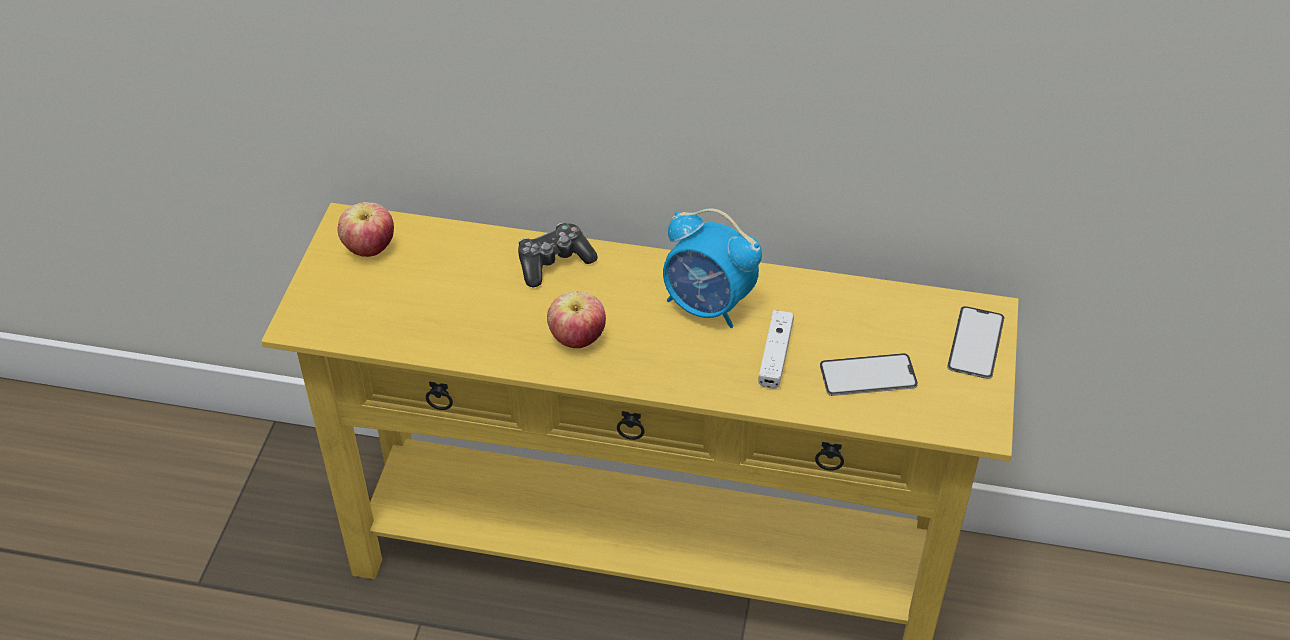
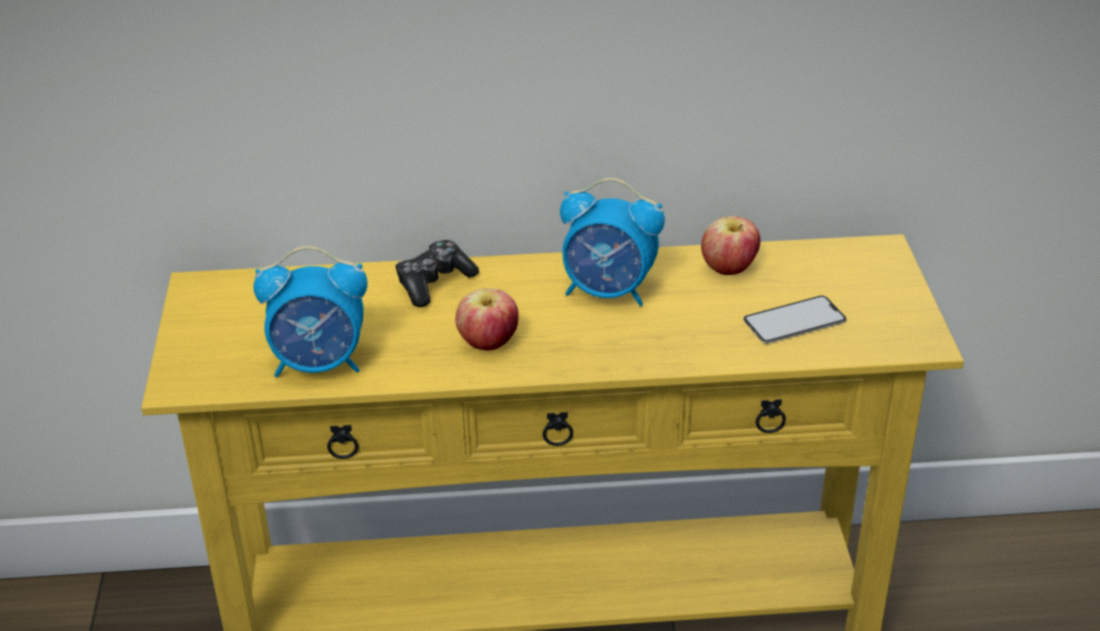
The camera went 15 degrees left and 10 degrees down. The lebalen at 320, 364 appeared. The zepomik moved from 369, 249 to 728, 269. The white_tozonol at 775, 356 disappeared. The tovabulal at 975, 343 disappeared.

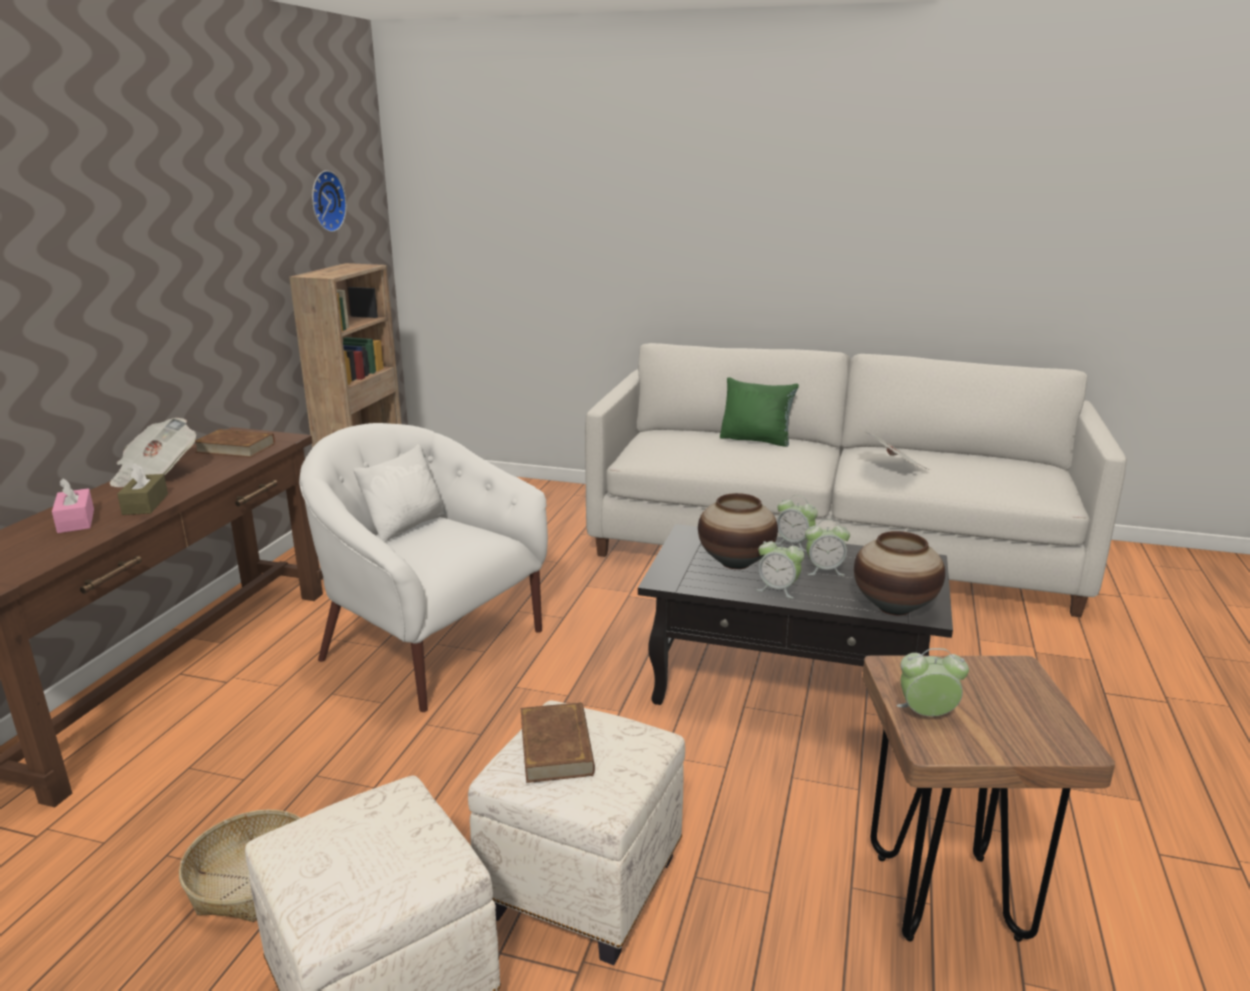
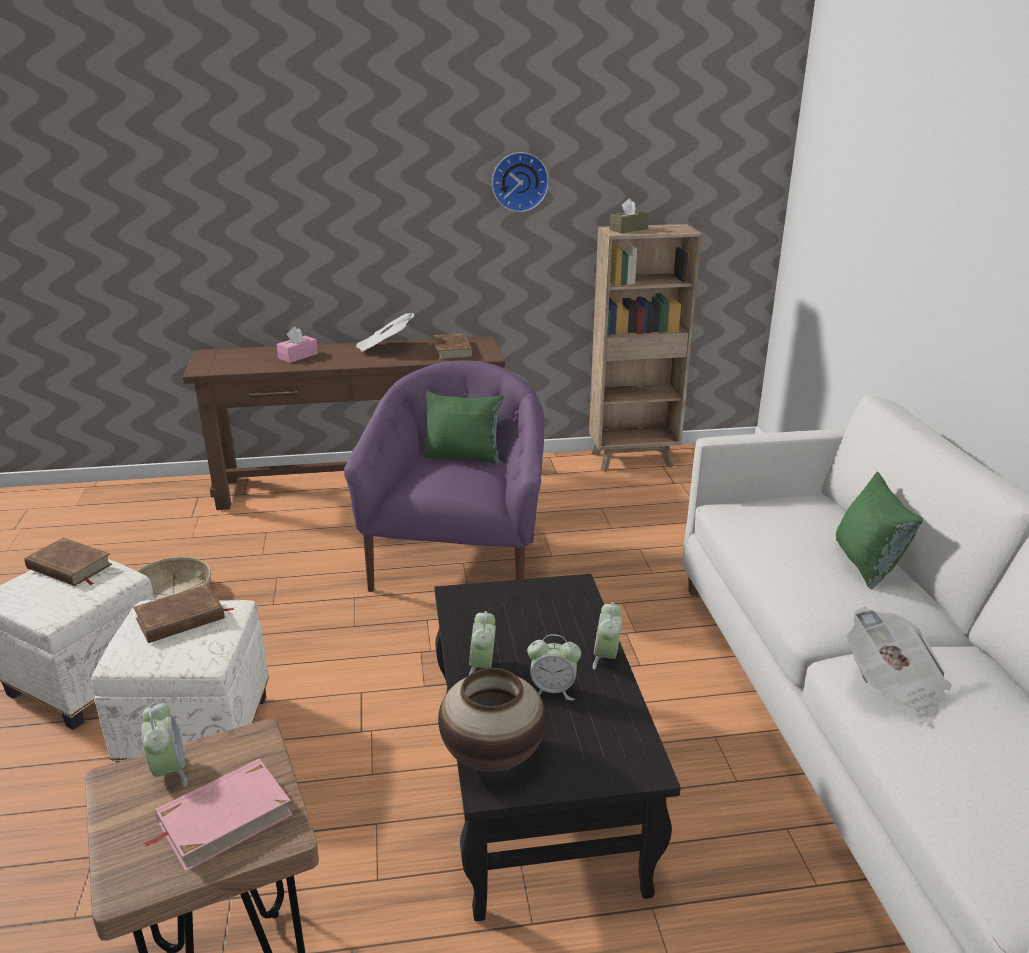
The camera went 65 degrees right and 5 degrees up. The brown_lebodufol at 69, 567 appeared. The pink_lebodufol at 224, 818 appeared. The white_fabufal at 429, 645 became the purple_fabufal at 458, 560. The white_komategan at 406, 526 became the green_komategan at 463, 456. The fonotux moved from 325, 201 to 519, 181. The lebalen at 824, 570 turned 60 degrees counterclockwise. The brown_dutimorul moved from 145, 504 to 628, 229. The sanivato at 736, 563 disappeared.

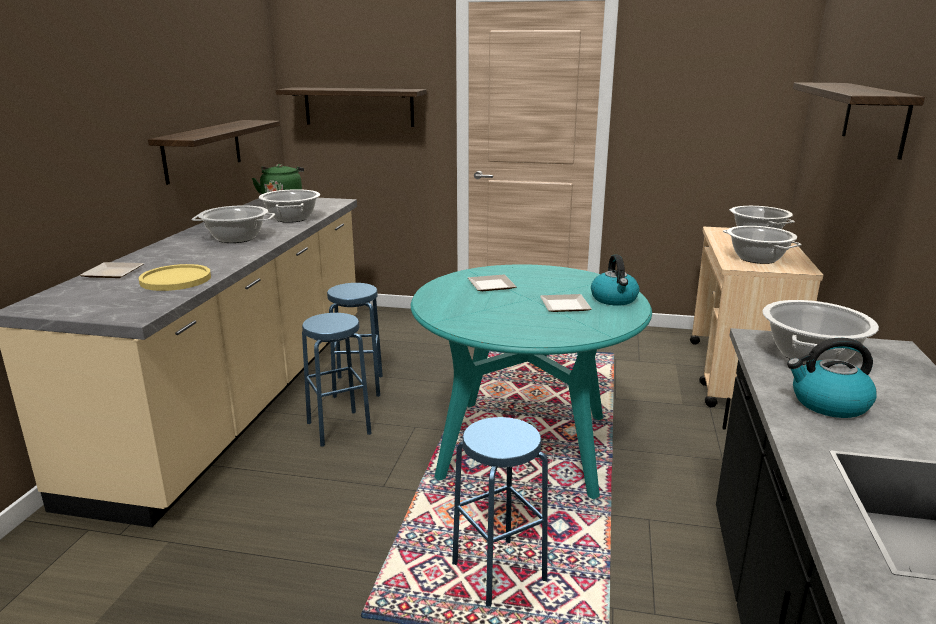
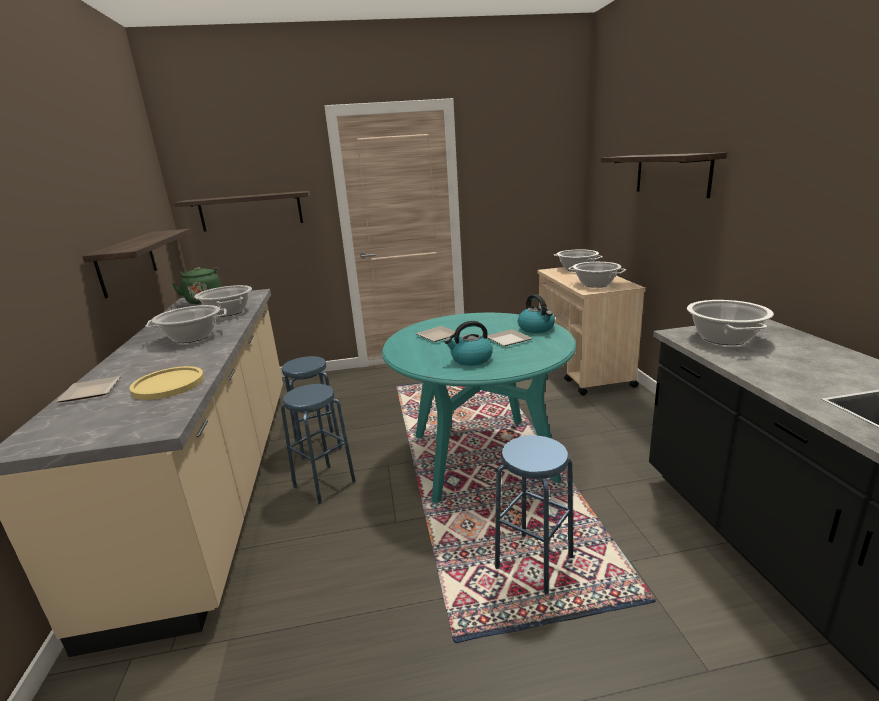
The camera went 20 degrees left and 0 degrees up. The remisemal moved from 828, 404 to 471, 359.

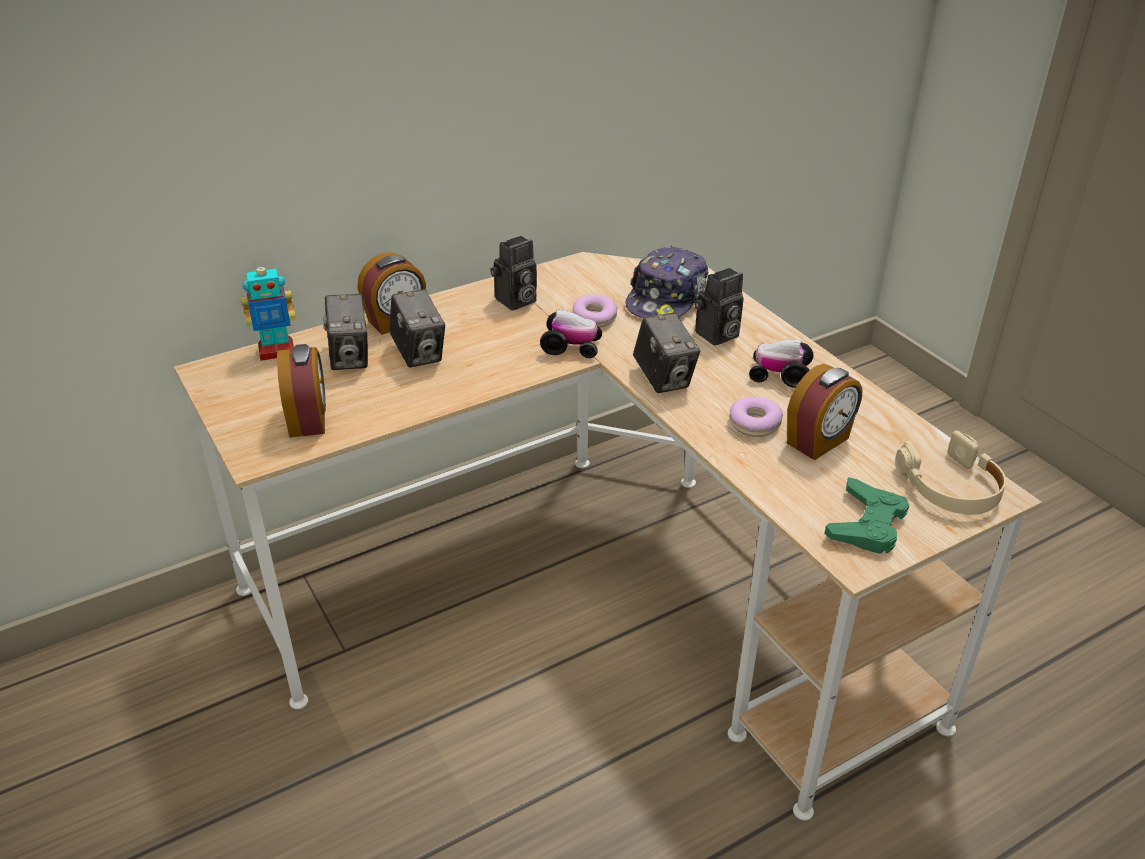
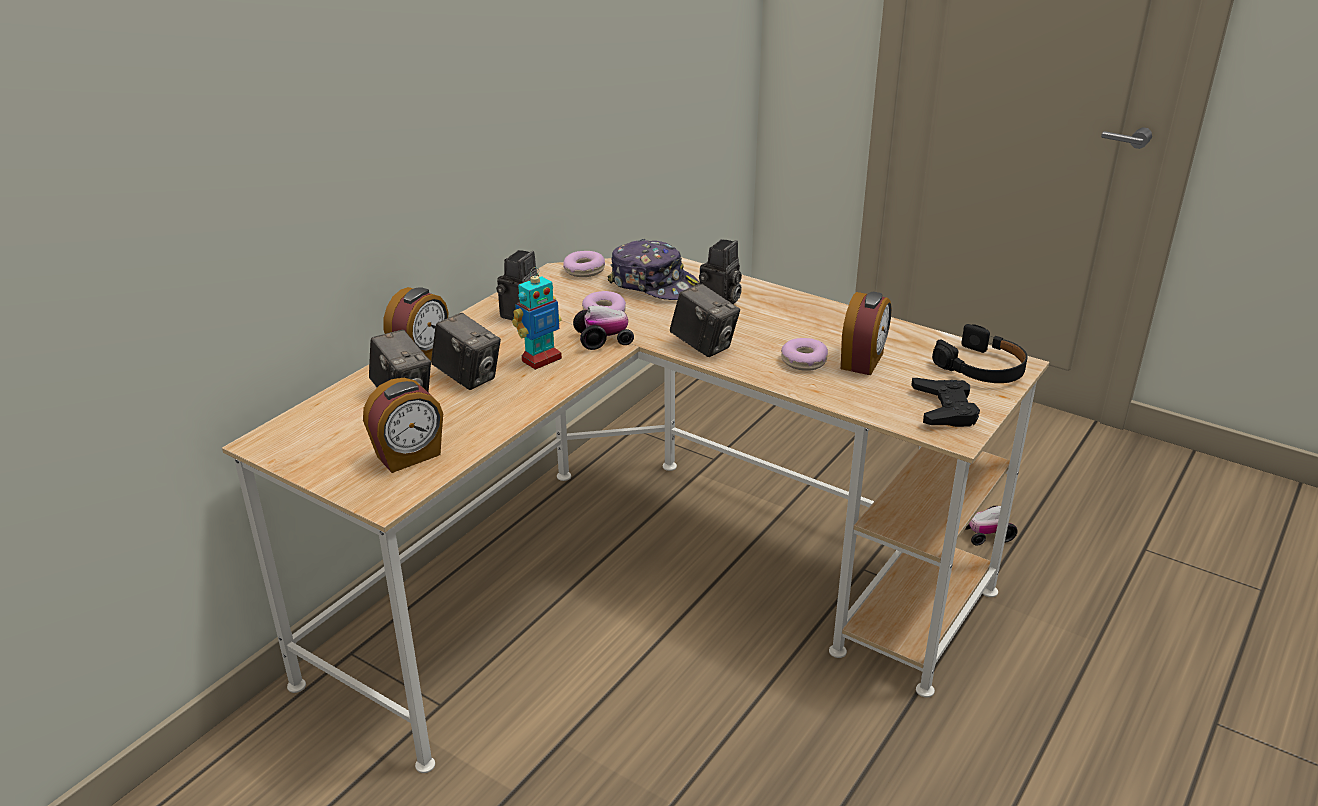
The camera went 25 degrees left and 5 degrees down. The lebalen at 309, 420 turned 90 degrees clockwise. The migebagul moved from 277, 351 to 541, 359. The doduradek at 584, 270 appeared. The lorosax at 667, 298 turned 60 degrees counterclockwise. The green_tozonol at 867, 524 became the black_tozonol at 944, 409. The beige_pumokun at 951, 487 became the black_pumokun at 982, 368. The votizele moved from 779, 375 to 987, 535.

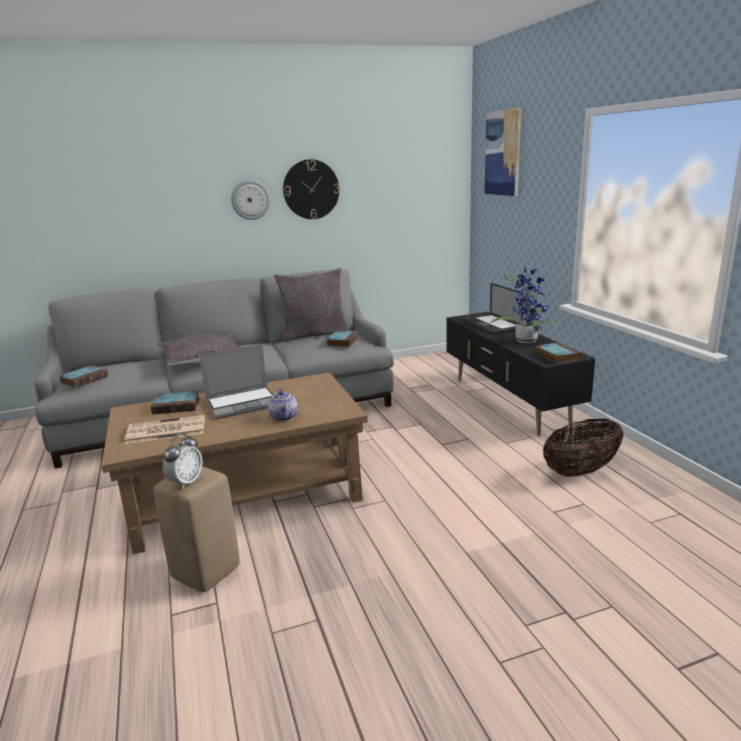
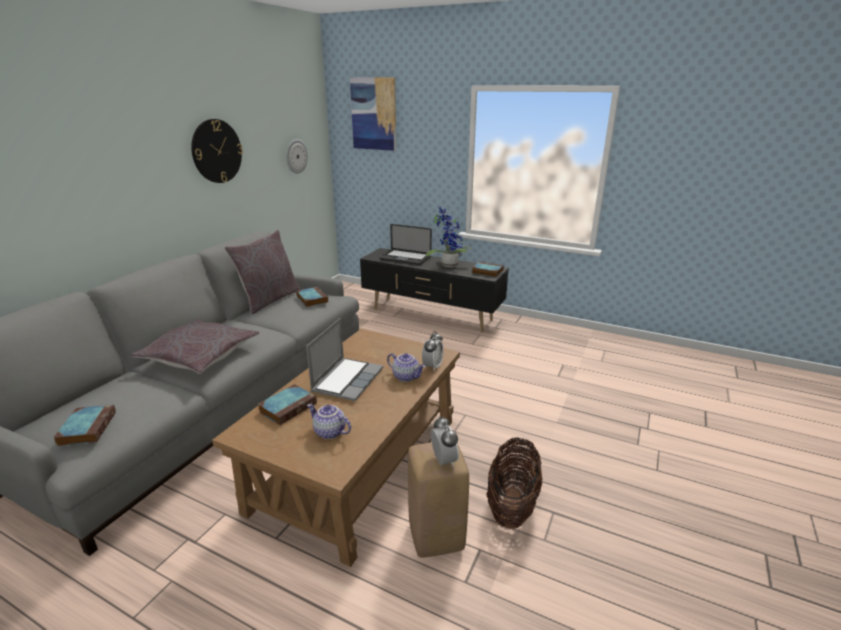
The camera went 45 degrees left and 5 degrees up. The fonotux moved from 250, 199 to 296, 156. The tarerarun at 165, 430 was replaced by the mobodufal at 329, 432. The lebalen at 432, 366 appeared. The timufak moved from 581, 471 to 512, 504.

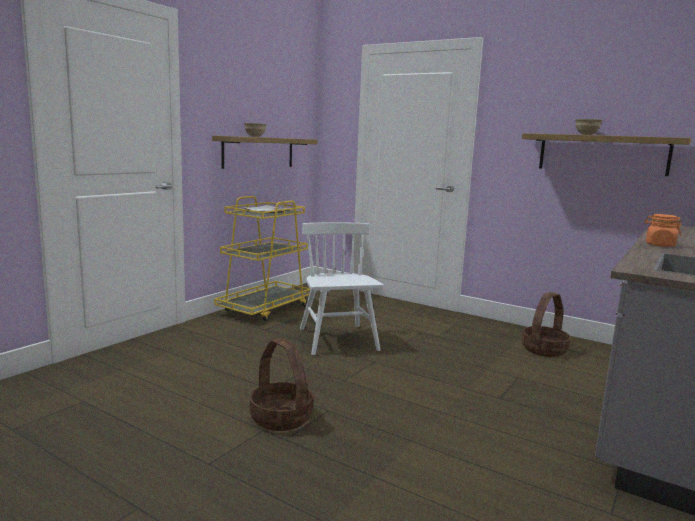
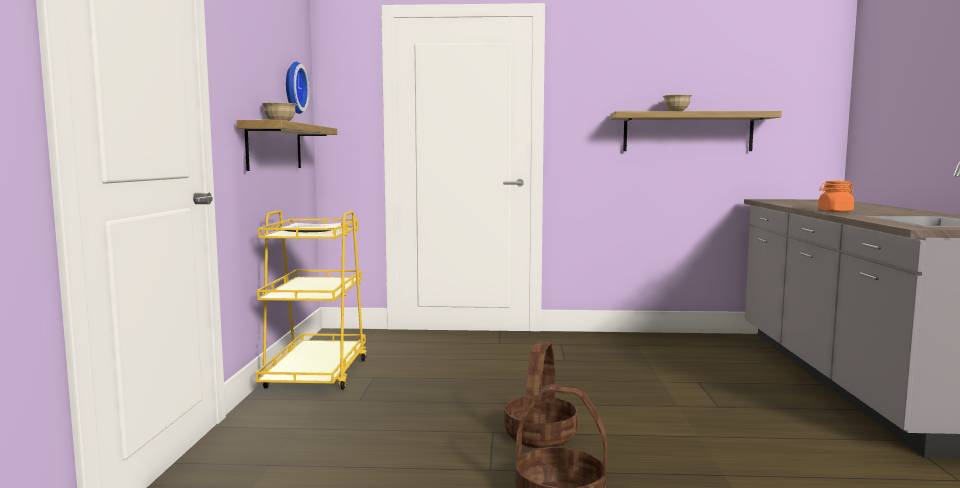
The camera went 30 degrees left and 5 degrees down. The fonotux at 293, 87 appeared. The timufak moved from 544, 350 to 541, 436. The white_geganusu at 338, 340 disappeared.

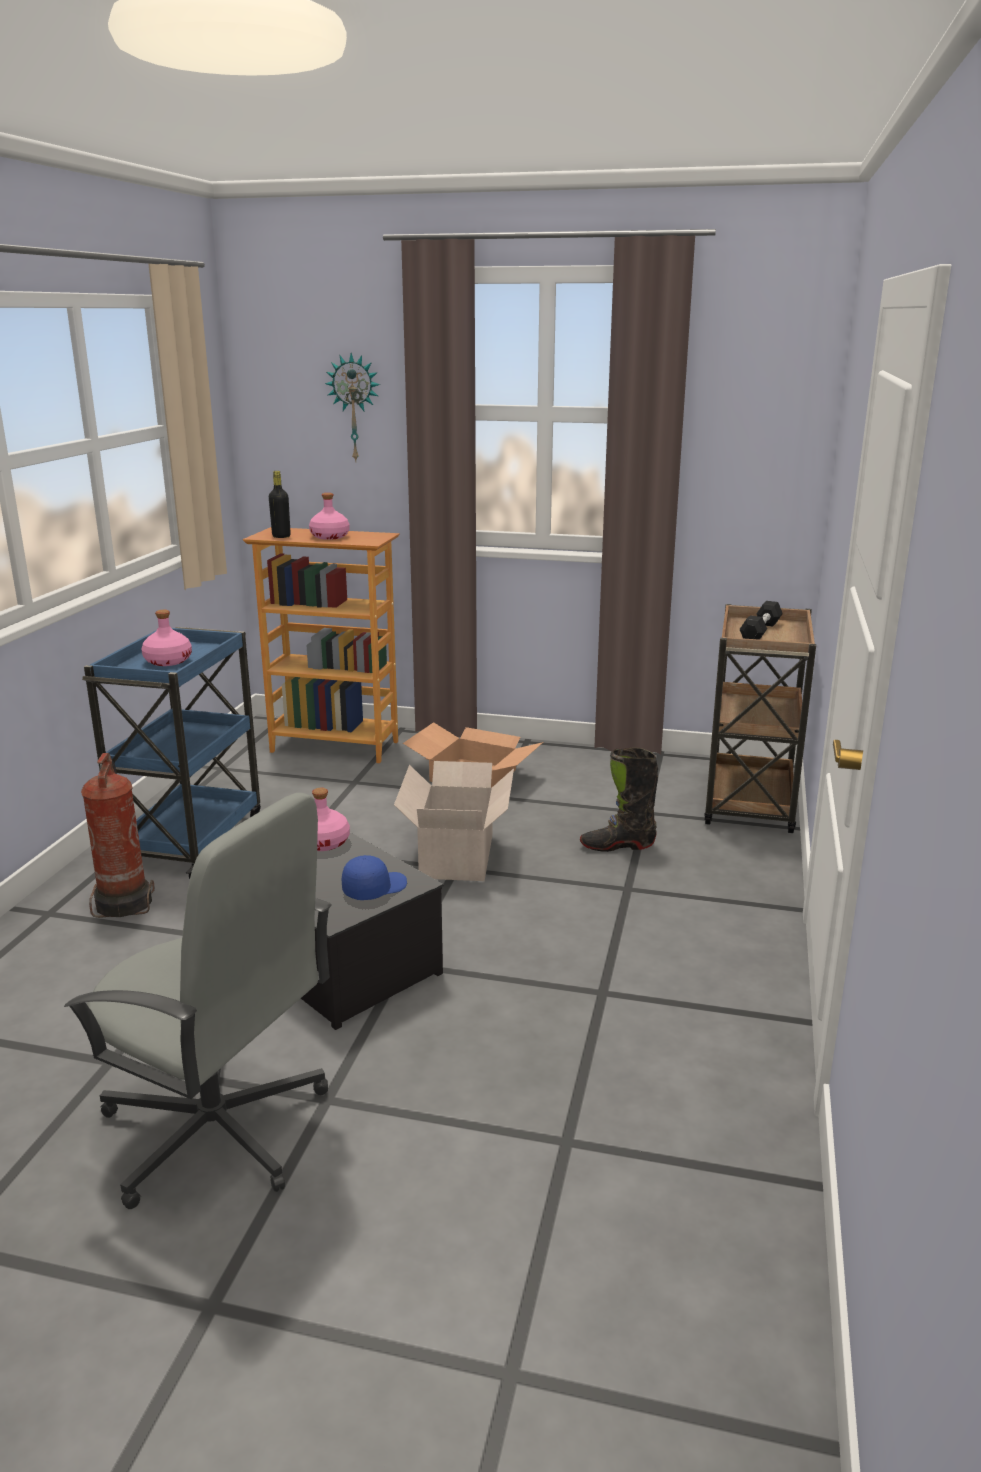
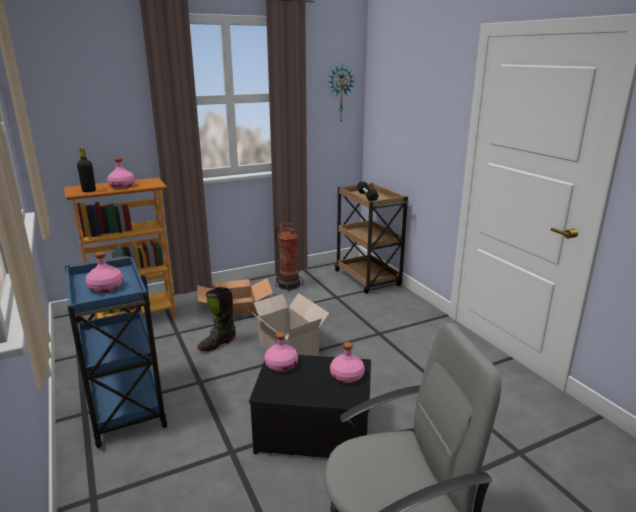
The camera went 40 degrees left and 0 degrees up. The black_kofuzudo moved from 617, 845 to 217, 344. The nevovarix moved from 126, 903 to 288, 285. The fonotux moved from 355, 408 to 340, 94. The blue_lorosax at 374, 888 was replaced by the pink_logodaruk at 346, 376.

